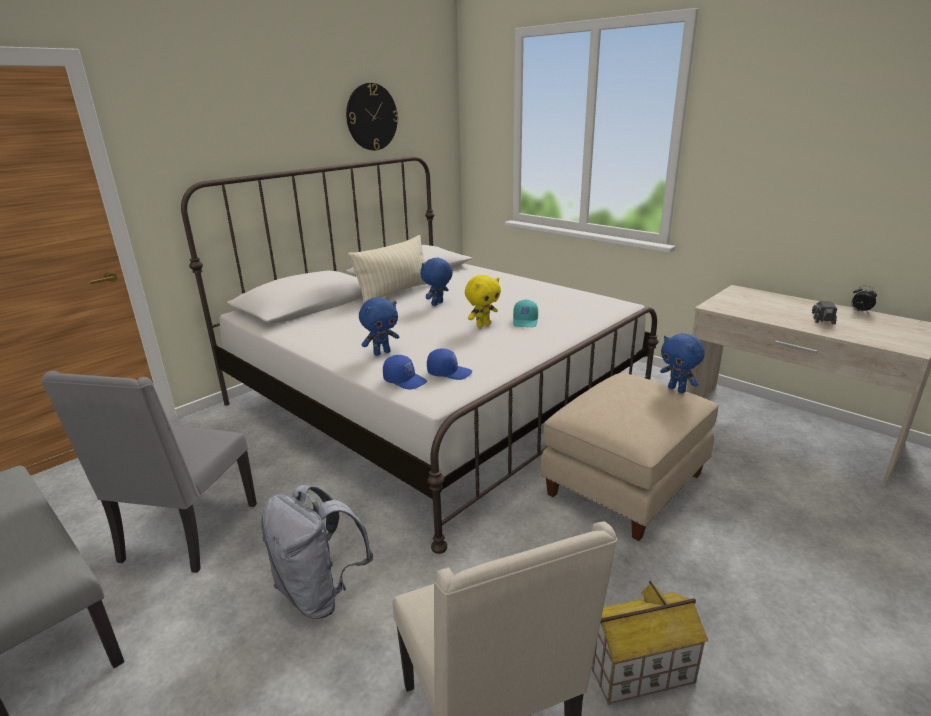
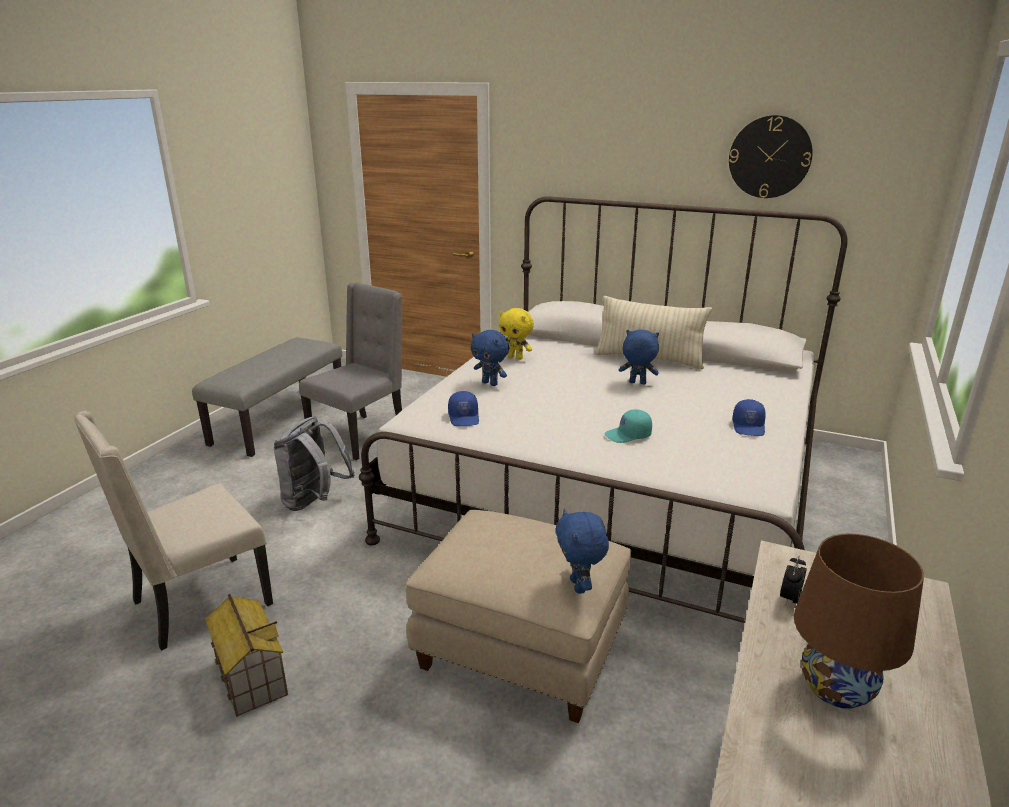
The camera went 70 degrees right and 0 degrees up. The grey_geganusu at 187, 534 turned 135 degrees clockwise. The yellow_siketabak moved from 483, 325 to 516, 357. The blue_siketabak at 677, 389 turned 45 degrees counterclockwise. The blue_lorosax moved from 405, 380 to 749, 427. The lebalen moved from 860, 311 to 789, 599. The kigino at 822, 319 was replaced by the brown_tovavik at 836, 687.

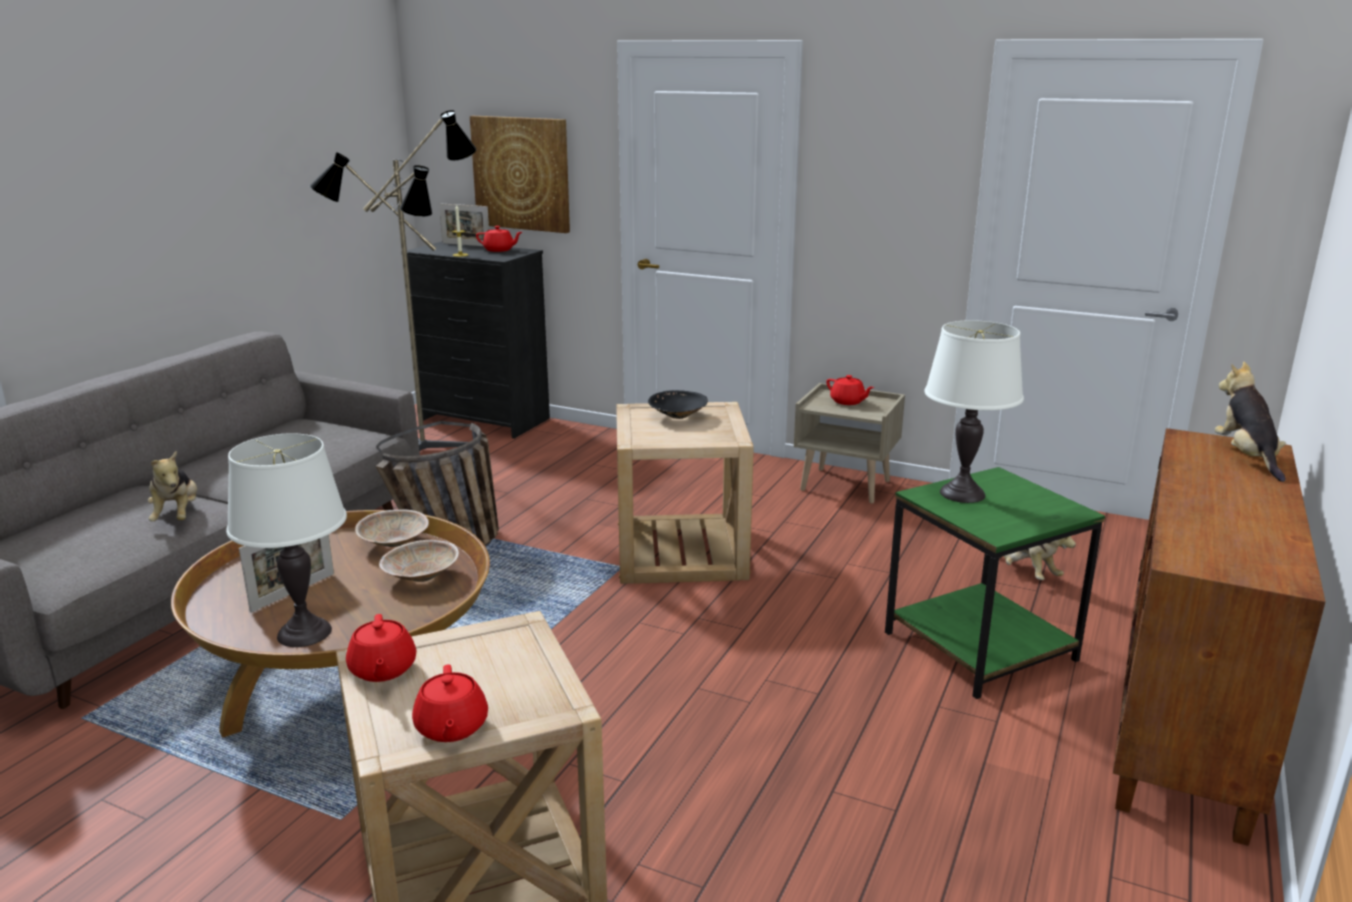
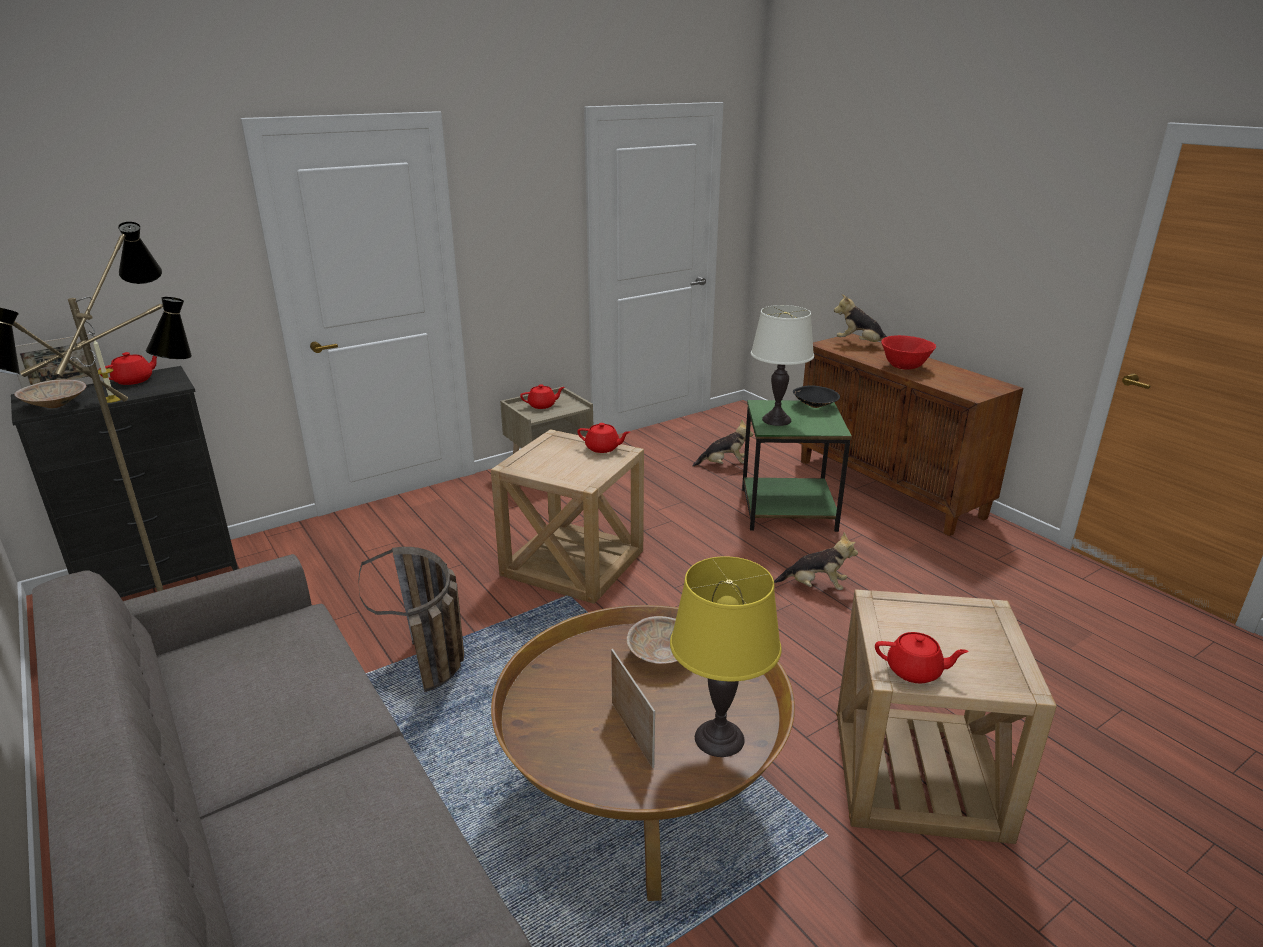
The camera went 60 degrees left and 5 degrees up. The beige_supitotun moved from 394, 544 to 56, 406. The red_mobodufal moved from 451, 728 to 603, 448. The white_tovavik at 304, 633 became the yellow_tovavik at 719, 739. The siketabak moved from 177, 516 to 815, 586. The black_supitotun moved from 677, 417 to 815, 406. The red_supitotun at 904, 367 appeared. The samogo at 521, 173 disappeared.

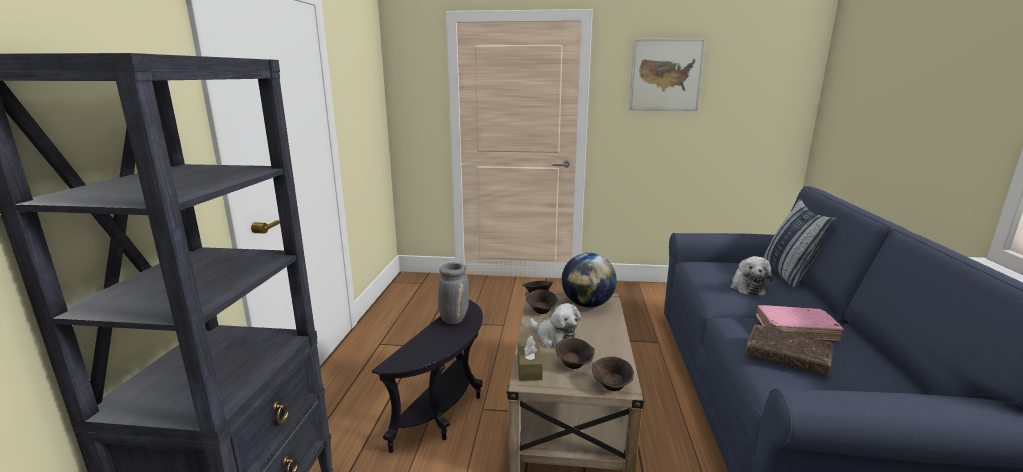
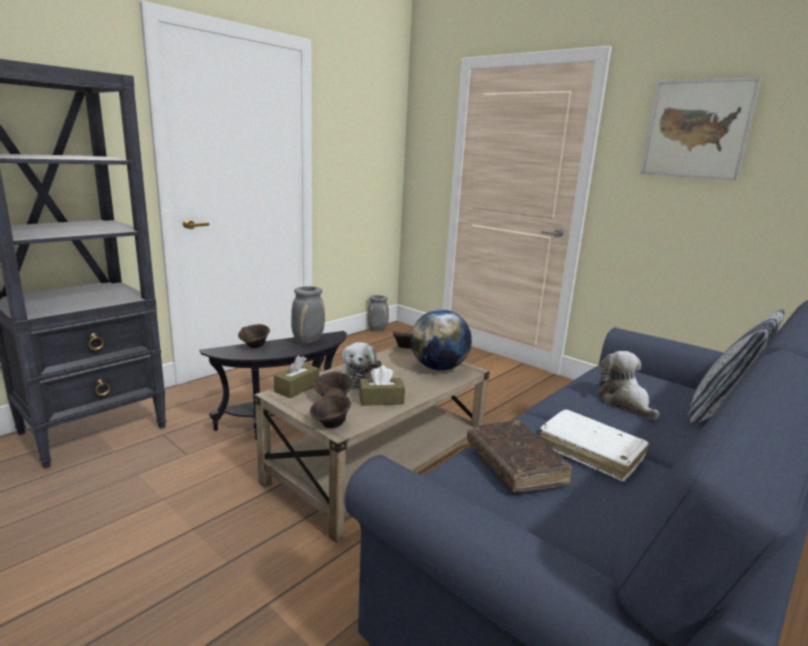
The camera went 35 degrees right and 0 degrees up. The brown_supitotun moved from 542, 311 to 255, 346. The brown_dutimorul at 381, 400 appeared. The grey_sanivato at 377, 330 appeared. The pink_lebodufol at 795, 329 became the white_lebodufol at 590, 452. The siketabak at 747, 287 turned 120 degrees clockwise.

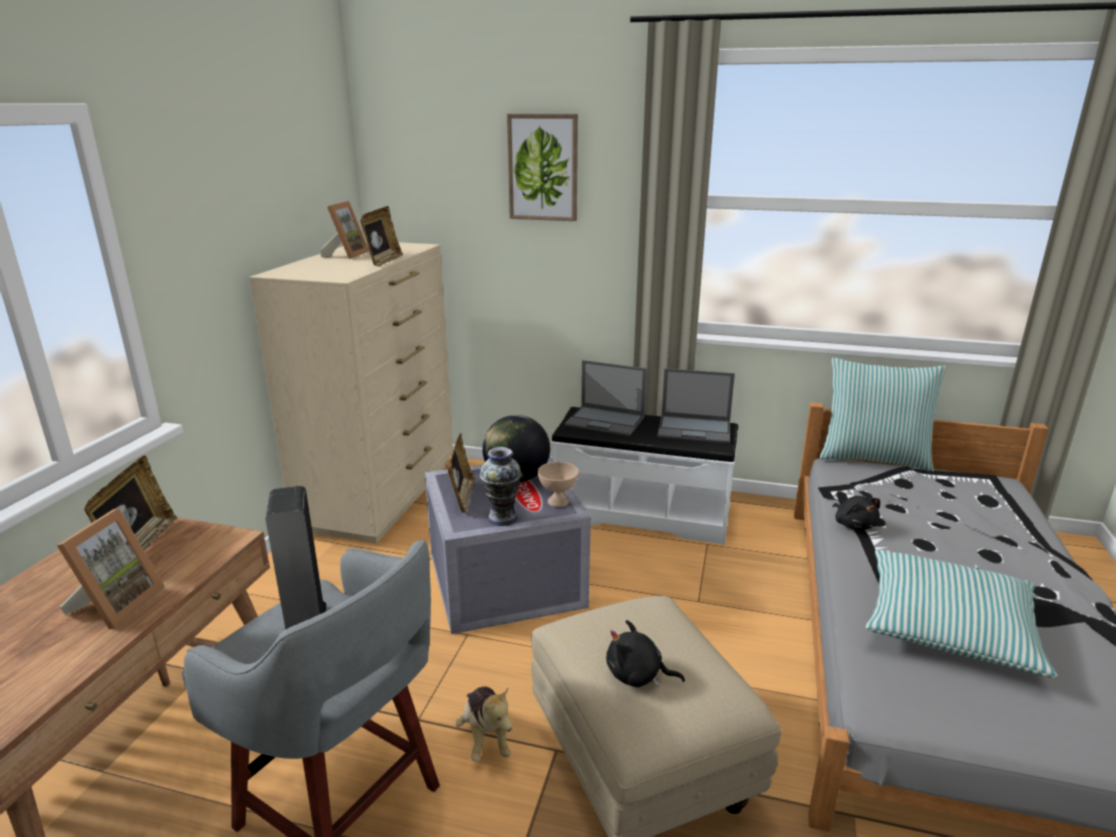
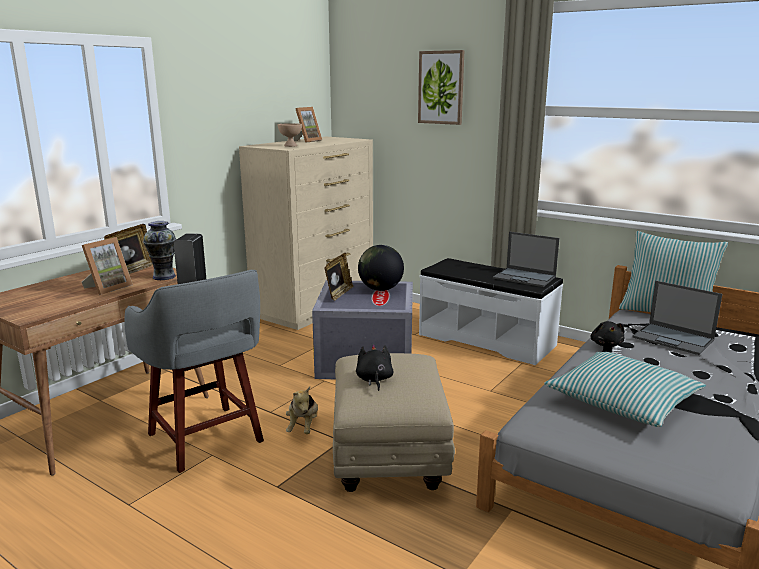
The camera went 20 degrees right and 5 degrees down. The sanivato moved from 503, 518 to 164, 276. The beige_supitotun moved from 557, 502 to 290, 145. The black_siketabak at 637, 676 turned 45 degrees clockwise. The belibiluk moved from 606, 421 to 674, 339. The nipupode at 383, 261 disappeared.

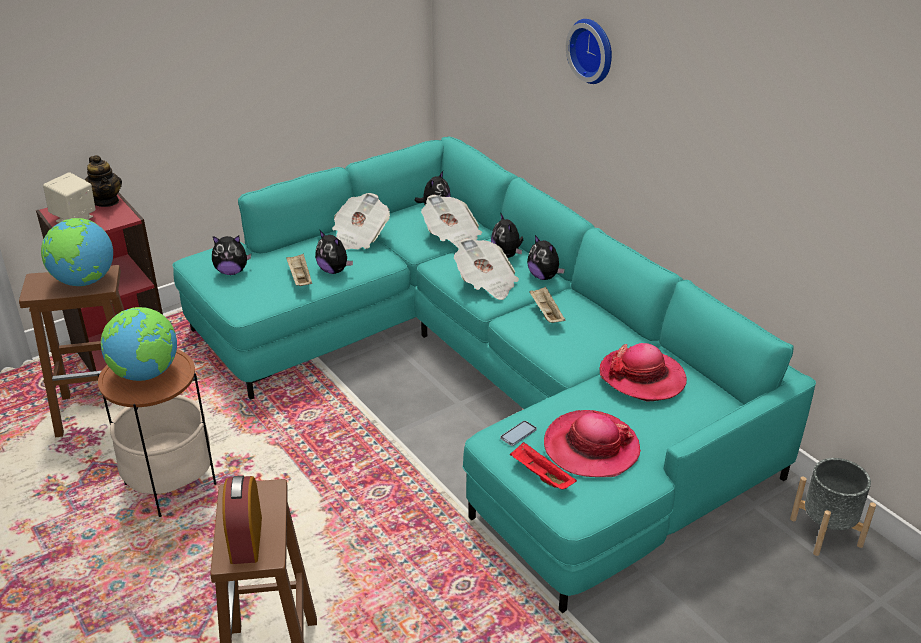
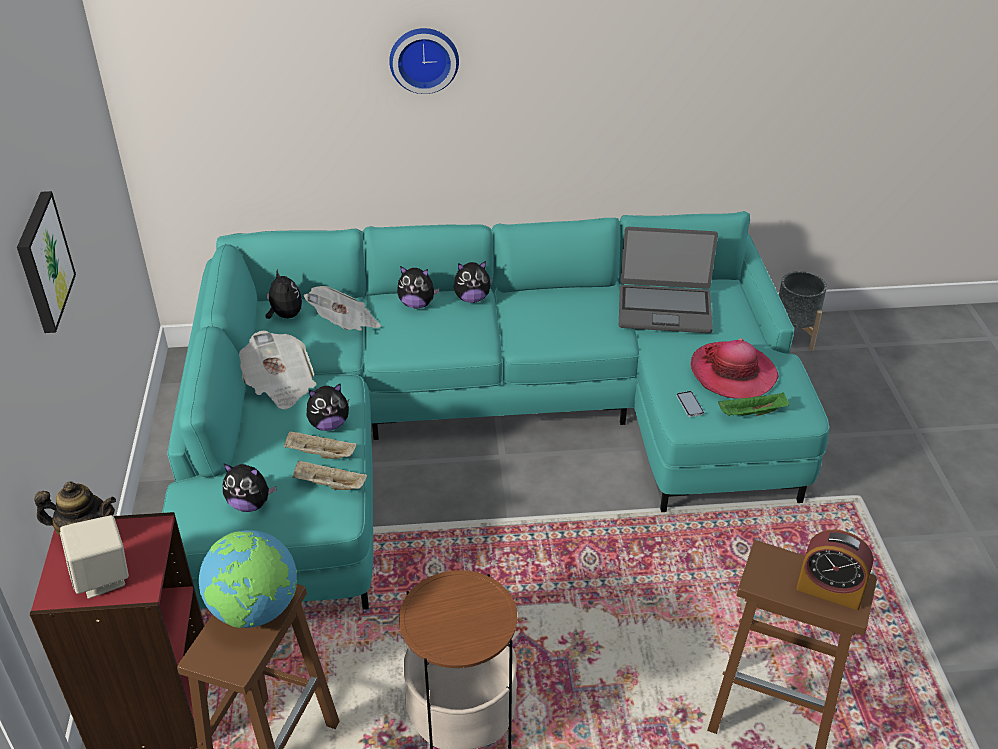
The camera went 60 degrees left and 5 degrees up. The samogo at 42, 262 appeared. The siketabak at 232, 272 turned 75 degrees clockwise. The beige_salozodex moved from 546, 313 to 329, 485. The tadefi at 642, 377 was replaced by the belibiluk at 664, 309. The red_salozodex at 540, 476 became the green_salozodex at 751, 414. The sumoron at 146, 373 disappeared. The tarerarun at 486, 283 disappeared.

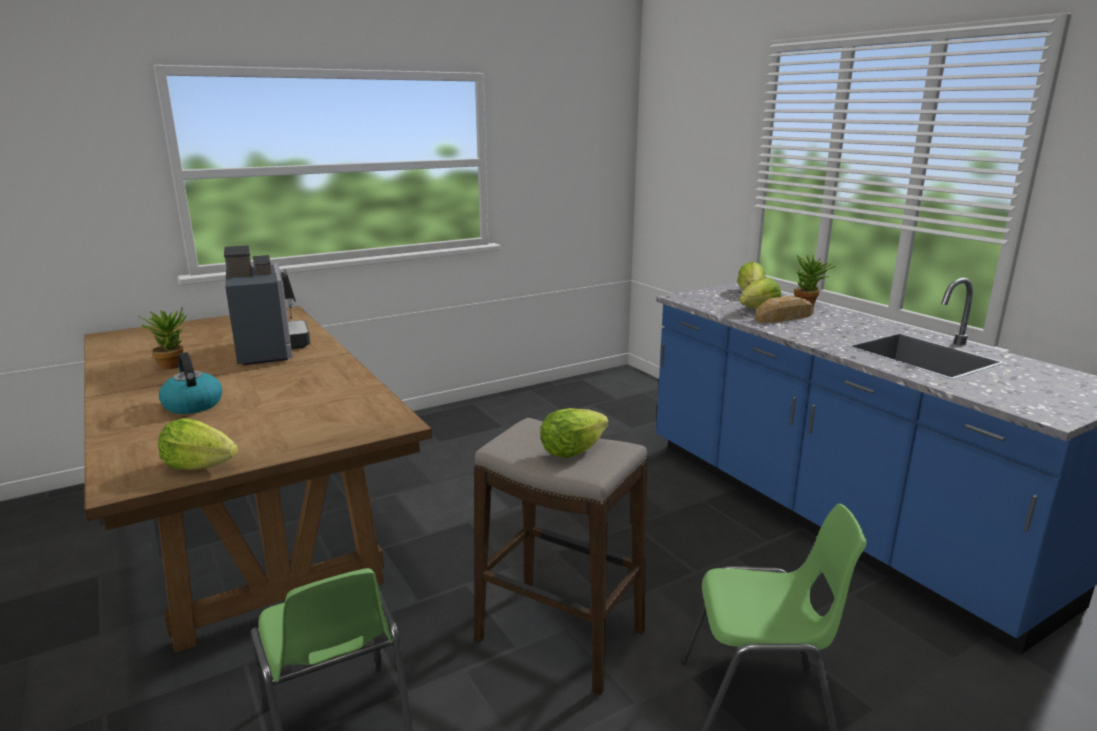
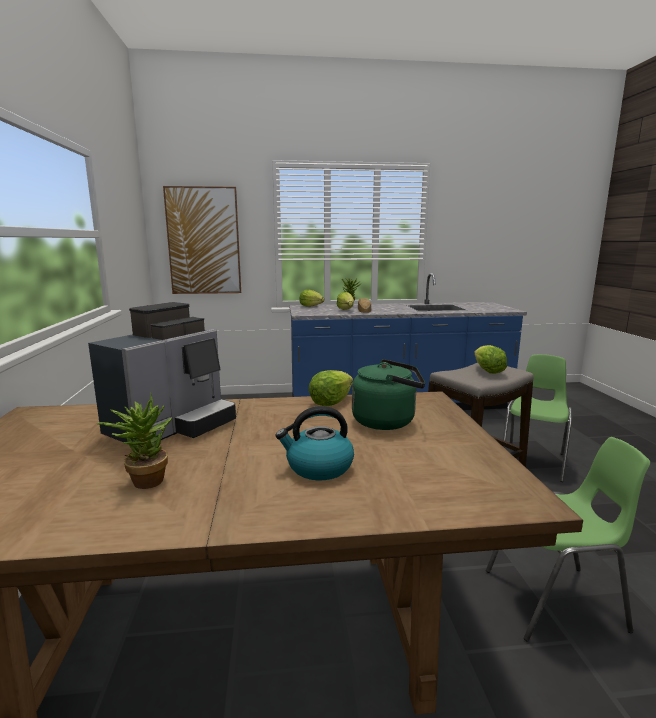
The camera went 65 degrees left and 5 degrees down. The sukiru at 270, 349 turned 120 degrees clockwise. The samogo at 204, 241 appeared. The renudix moved from 199, 466 to 330, 402. The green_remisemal at 387, 421 appeared.

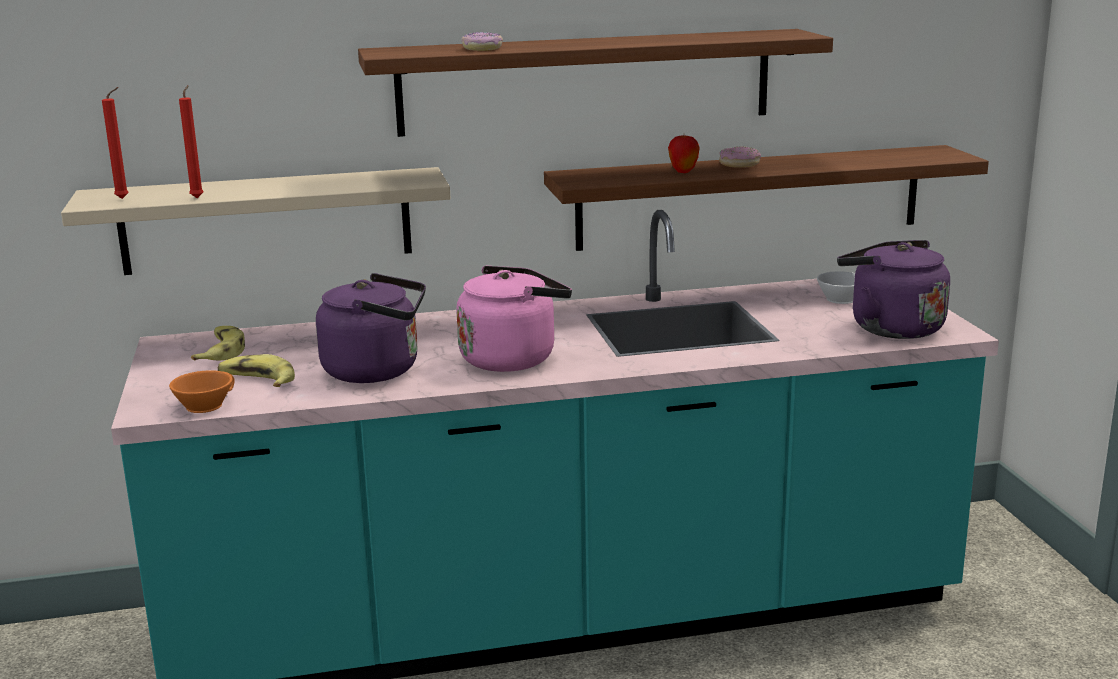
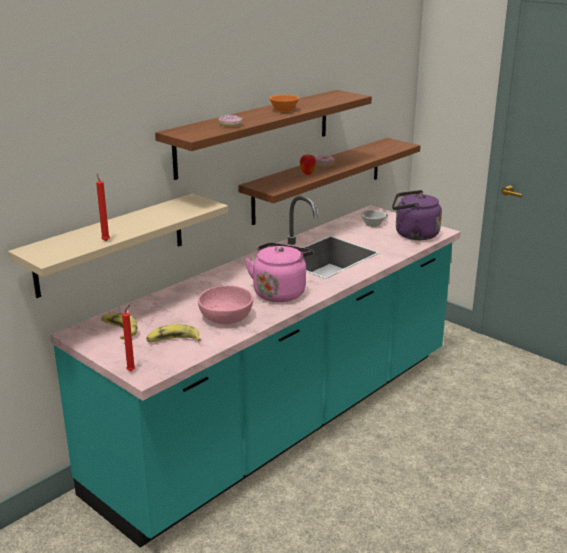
The camera went 35 degrees left and 5 degrees up. The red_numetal moved from 124, 198 to 132, 370. The purple_remisemal at 378, 370 was replaced by the pink_supitotun at 226, 317. The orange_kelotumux moved from 204, 404 to 282, 110.

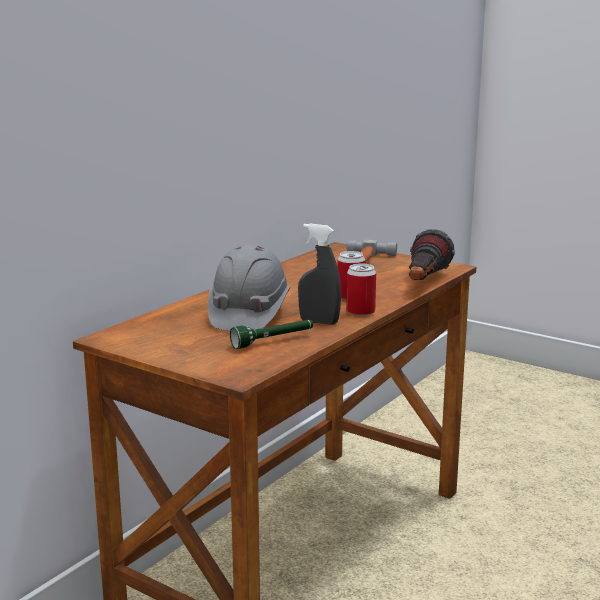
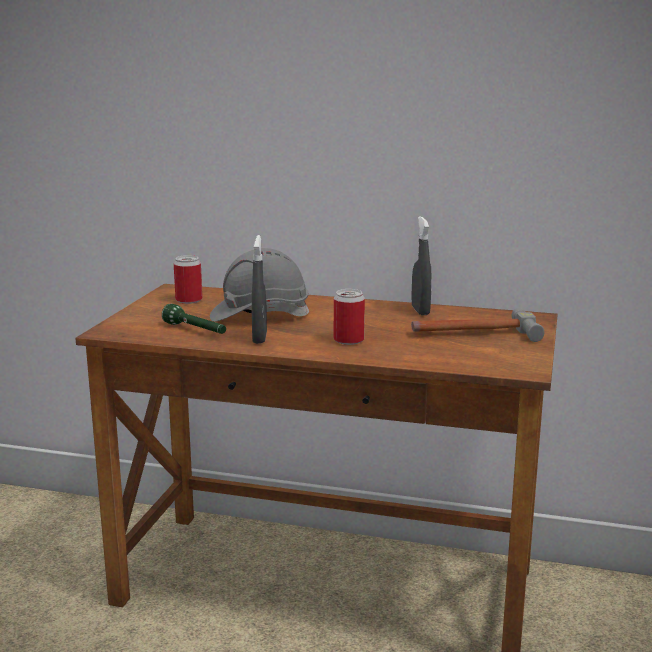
The camera went 70 degrees right and 0 degrees up. The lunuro moved from 360, 312 to 189, 300. The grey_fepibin at 420, 311 appeared. The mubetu at 424, 283 disappeared.

